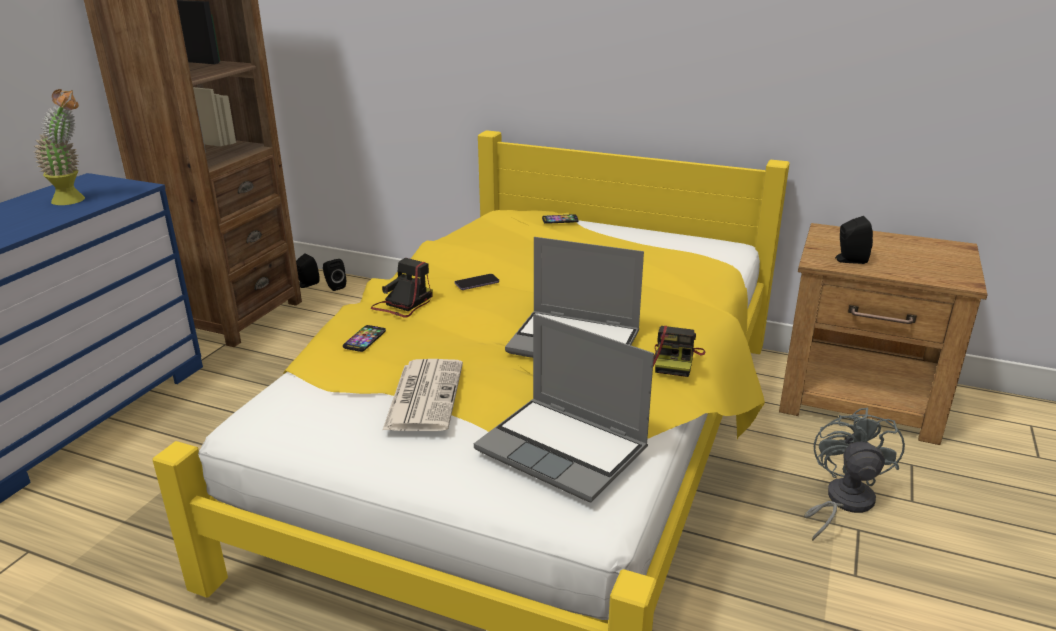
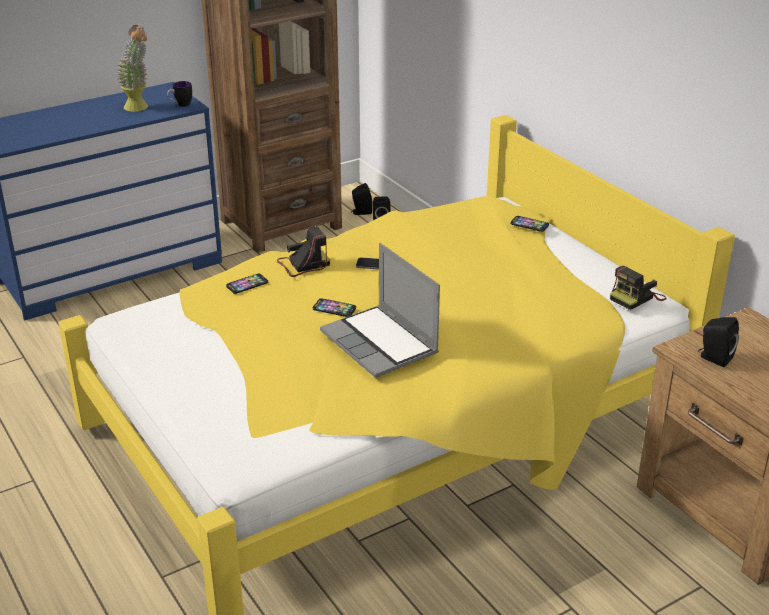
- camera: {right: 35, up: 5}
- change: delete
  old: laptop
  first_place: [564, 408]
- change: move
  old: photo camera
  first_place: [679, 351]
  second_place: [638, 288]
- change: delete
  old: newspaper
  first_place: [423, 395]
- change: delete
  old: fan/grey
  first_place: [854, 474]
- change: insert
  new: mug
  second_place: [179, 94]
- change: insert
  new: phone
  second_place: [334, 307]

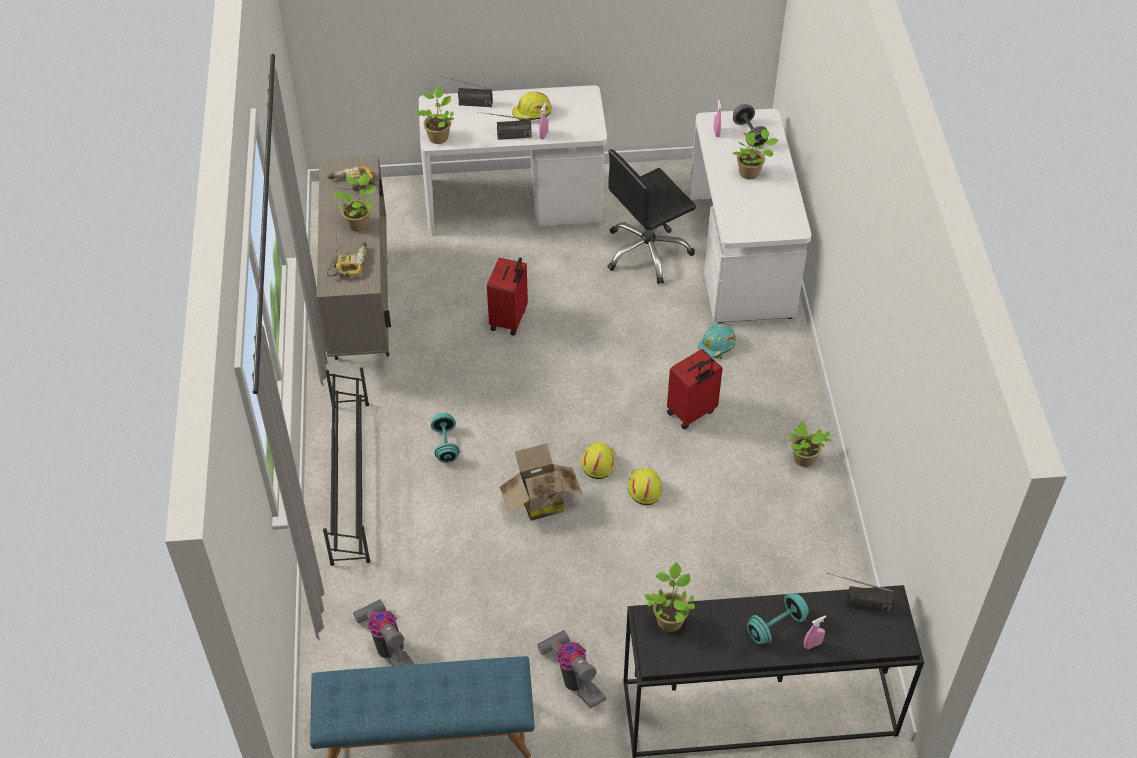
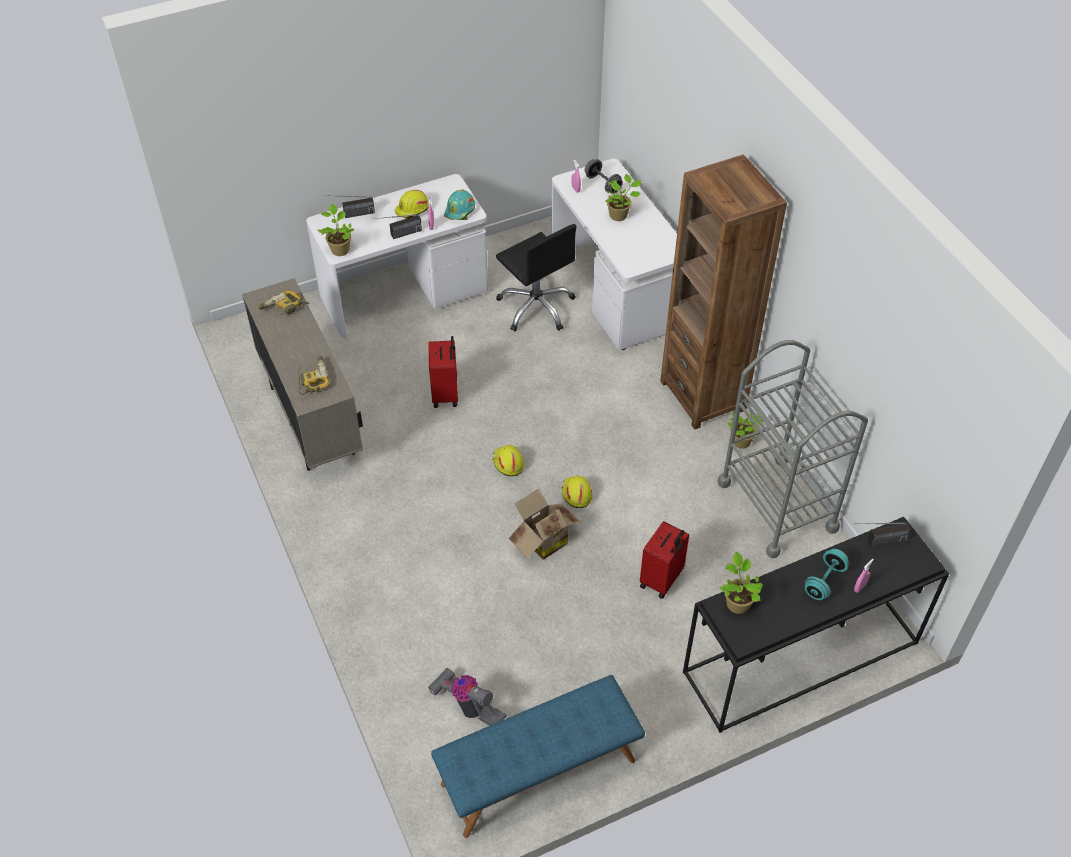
- camera: {right: -20, up: 0}
- change: rotate
  old: office chair/black
  first_place: [651, 216]
  second_place: [536, 277]
  degrees: -75
- change: delete
  old: potted plant
  first_place: [354, 203]
- change: move
  old: hard hat/turquoise
  first_place: [716, 341]
  second_place: [459, 205]
- change: move
  old: suitcase/red
  first_place: [695, 389]
  second_place: [664, 560]
- change: delete
  old: shoe rack/black
  first_place: [346, 466]
- change: delete
  old: dumbbell/turquoise
  first_place: [445, 438]
- change: move
  old: hard hat/yellow
  first_place: [645, 486]
  second_place: [508, 460]
- change: delete
  old: vacuum cleaner
  first_place: [571, 669]
- change: insert
  new: bookcase/brown
  second_place: [723, 292]
- change: insert
  new: cart/grey
  second_place: [793, 449]

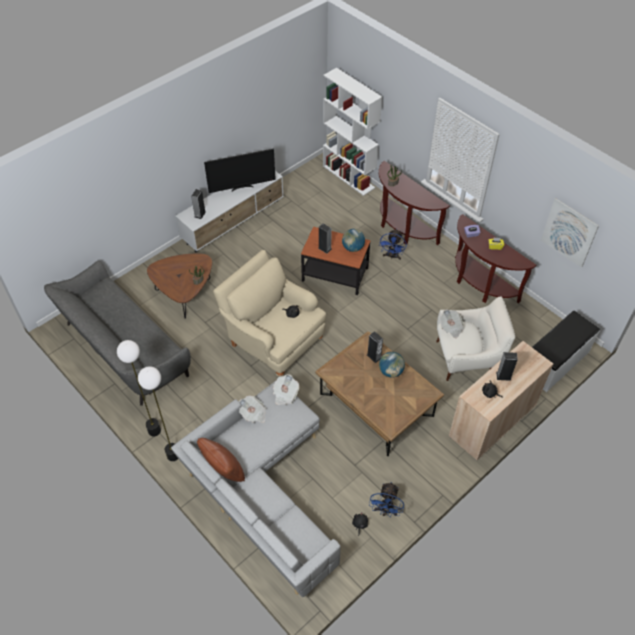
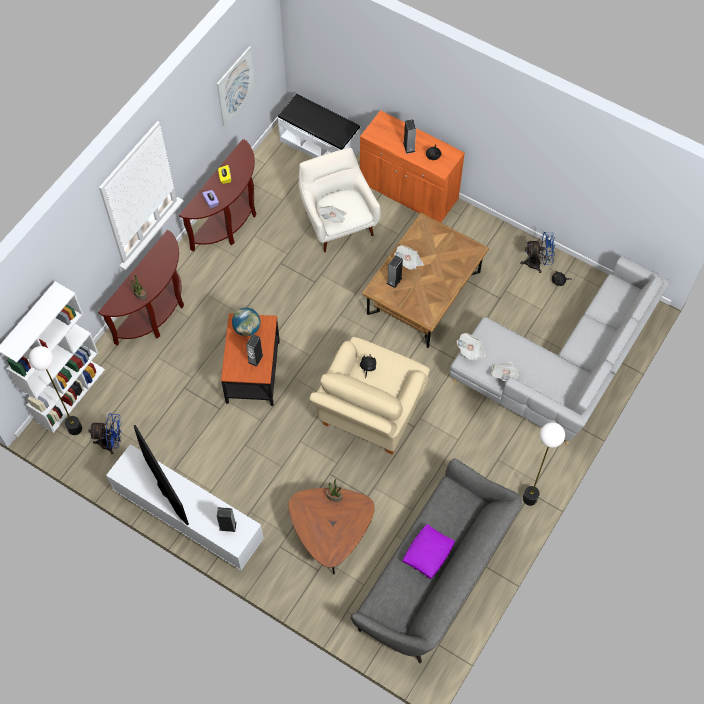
- camera: {right: -105, up: 10}
- change: move
  old: fan/blue
  first_place: [393, 244]
  second_place: [105, 433]
- change: recolor
  old: cabinet/beige
  new: cabinet/orange
  first_place: [501, 401]
  second_place: [412, 166]
- change: replace
  old: globe
  new: newspaper
  first_place: [392, 365]
  second_place: [409, 257]
- change: move
  old: floor lamp
  first_place: [158, 413]
  second_place: [55, 390]
- change: delete
  old: pillow/brown
  first_place: [221, 460]
- change: insert
  new: pillow/purple
  second_place: [428, 551]

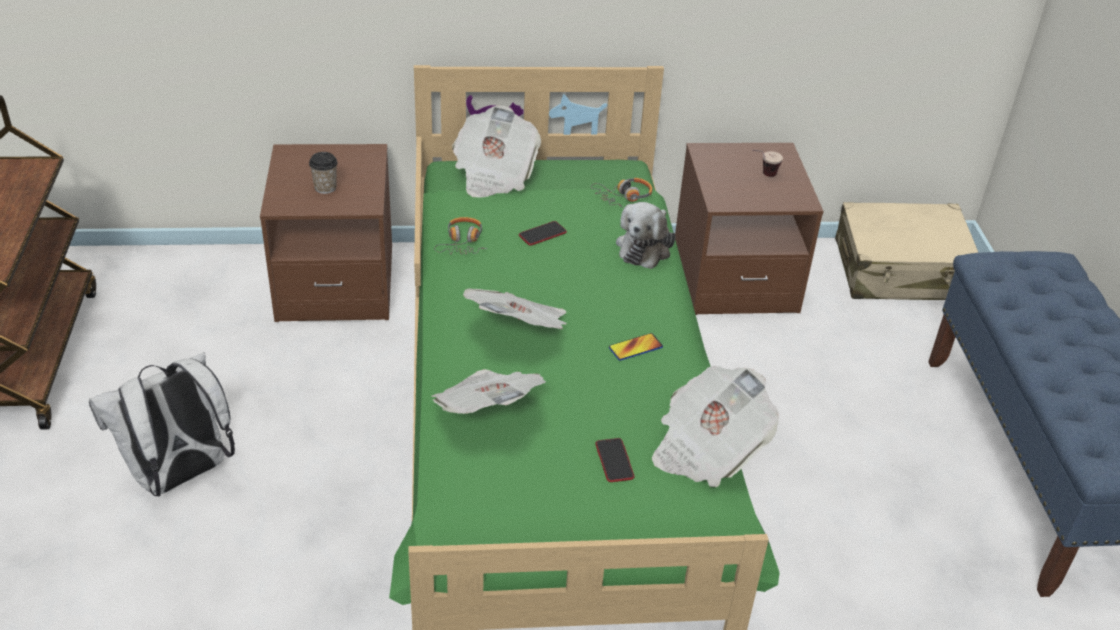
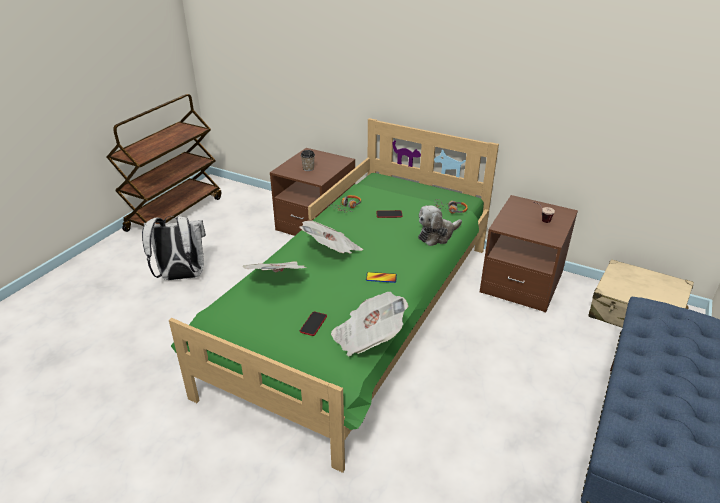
- camera: {right: 35, up: -5}
- change: delete
  old: newspaper
  first_place: [496, 152]

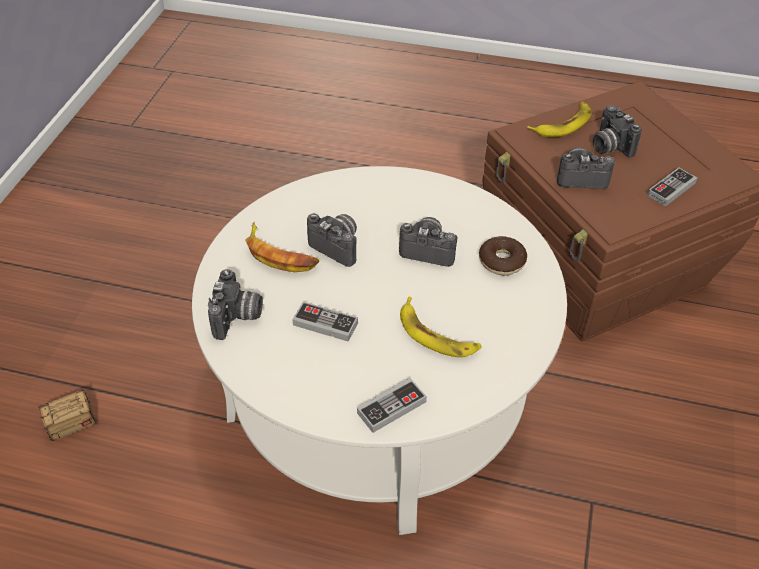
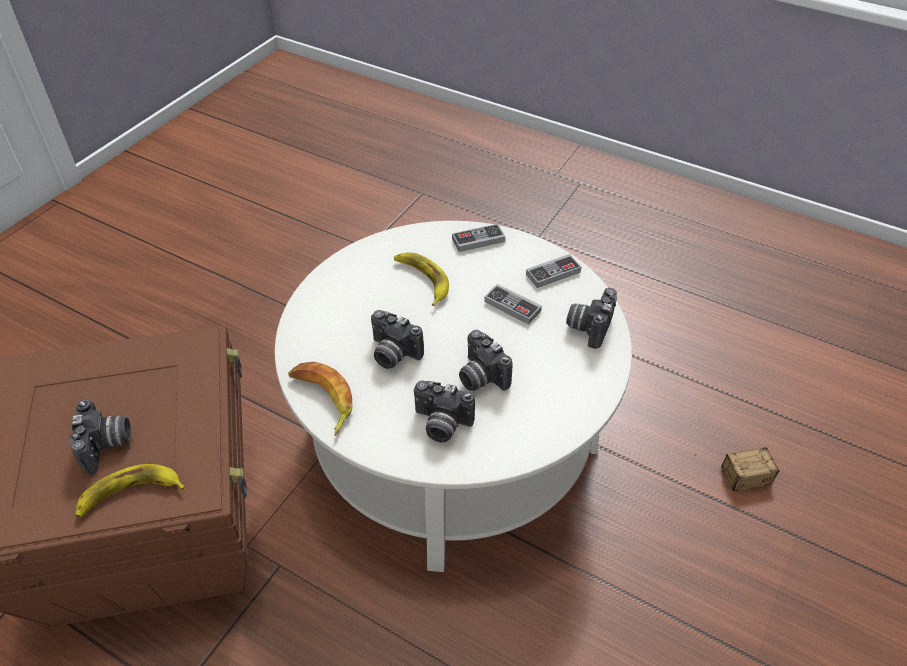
- camera: {right: -165, up: 0}
- change: move
  old: photo camera
  first_place: [586, 168]
  second_place: [444, 411]
- change: move
  old: game controller
  first_place: [672, 186]
  second_place: [553, 271]
- change: move
  old: banana
  first_place: [282, 247]
  second_place: [320, 399]
- change: delete
  old: donut
  first_place: [503, 256]

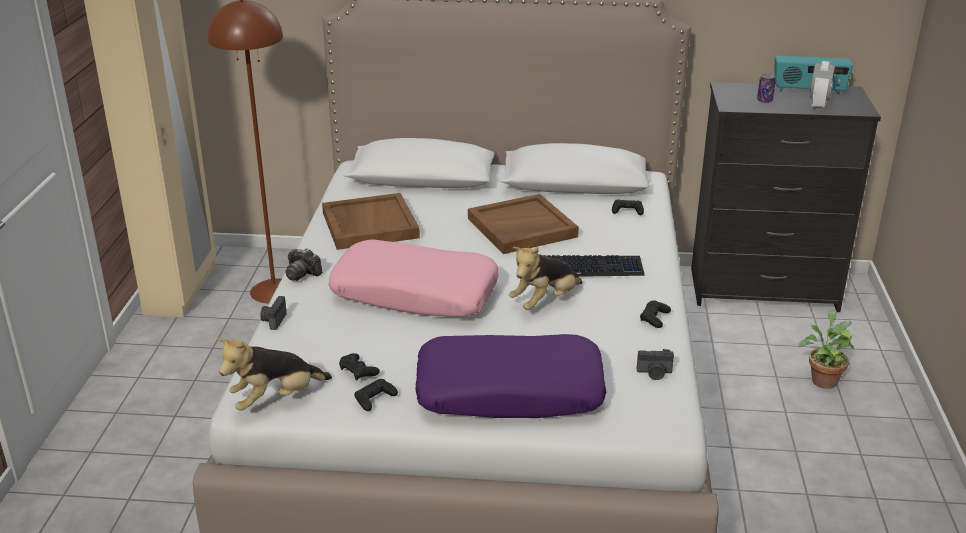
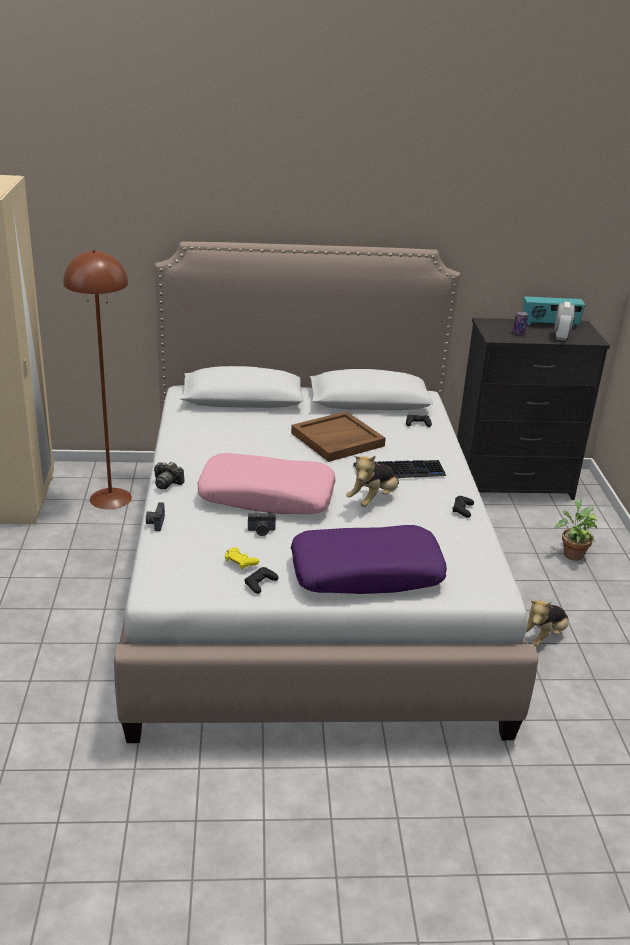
- camera: {right: -10, up: 0}
- change: delete
  old: tray/brown
  first_place: [371, 221]
- change: move
  old: plush toy
  first_place: [274, 374]
  second_place: [547, 623]
- change: move
  old: photo camera
  first_place: [655, 364]
  second_place: [262, 524]
- change: recolor
  old: game controller/black
  new: game controller/yellow
  first_place: [359, 367]
  second_place: [242, 558]

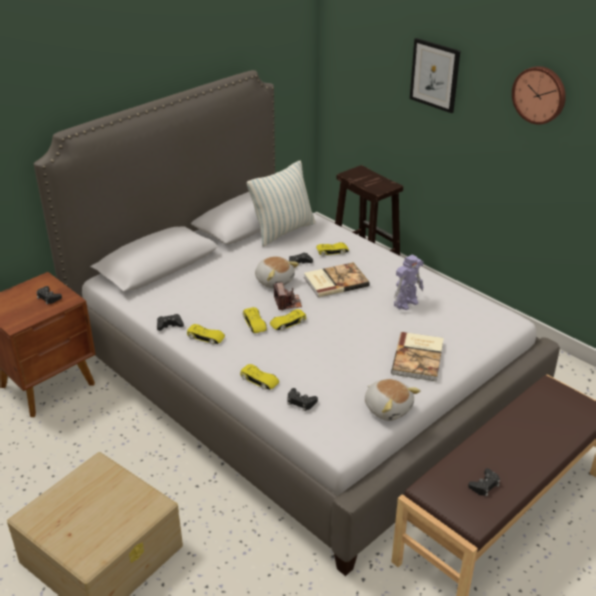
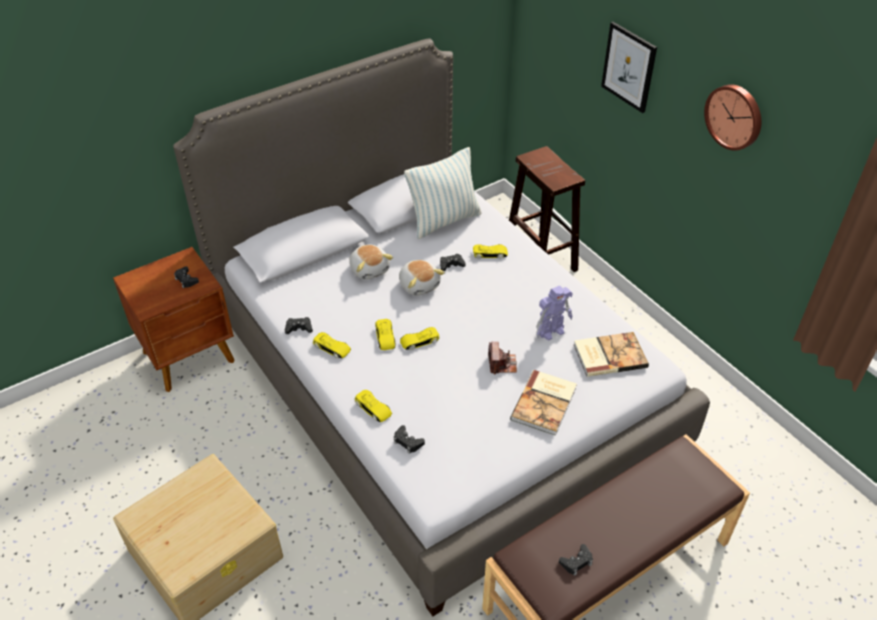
- camera: {right: 10, up: 10}
- change: move
  old: book
  first_place: [337, 279]
  second_place: [611, 354]
- change: move
  old: photo camera
  first_place: [288, 296]
  second_place: [502, 358]
- change: move
  old: plush toy
  first_place: [392, 400]
  second_place: [371, 262]

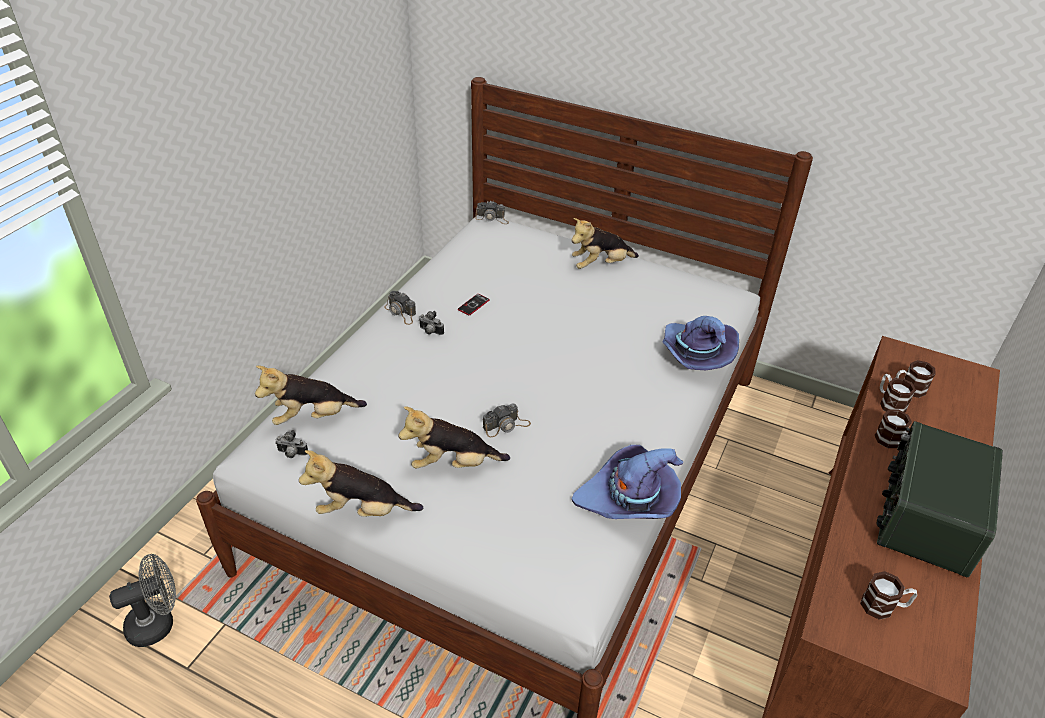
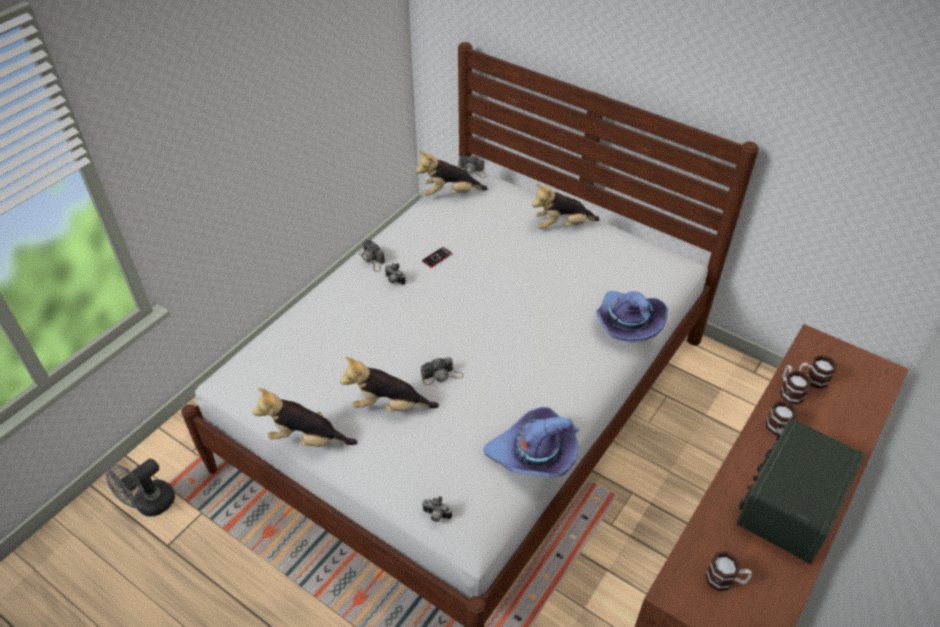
- camera: {right: 10, up: 5}
- change: move
  old: plush toy
  first_place: [311, 395]
  second_place: [452, 173]
- change: move
  old: photo camera
  first_place: [291, 444]
  second_place: [437, 509]
- change: rotate
  old: fan/grey
  first_place: [142, 600]
  second_place: [140, 487]
  degrees: 150

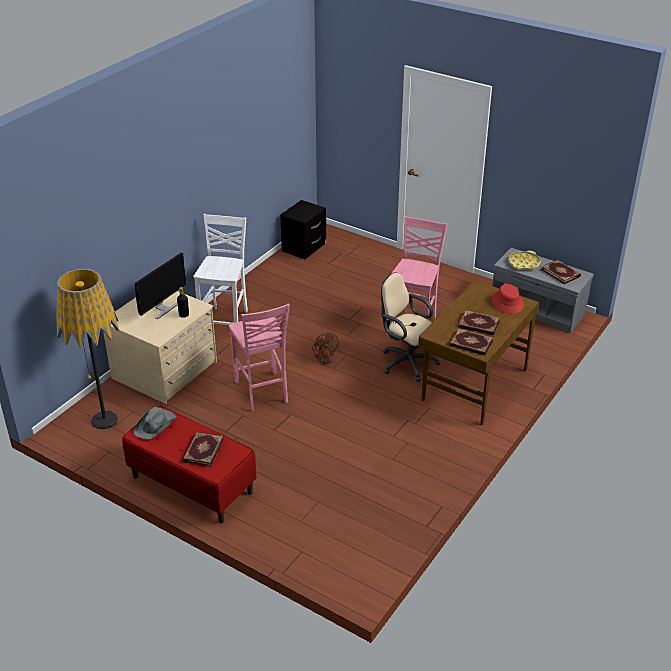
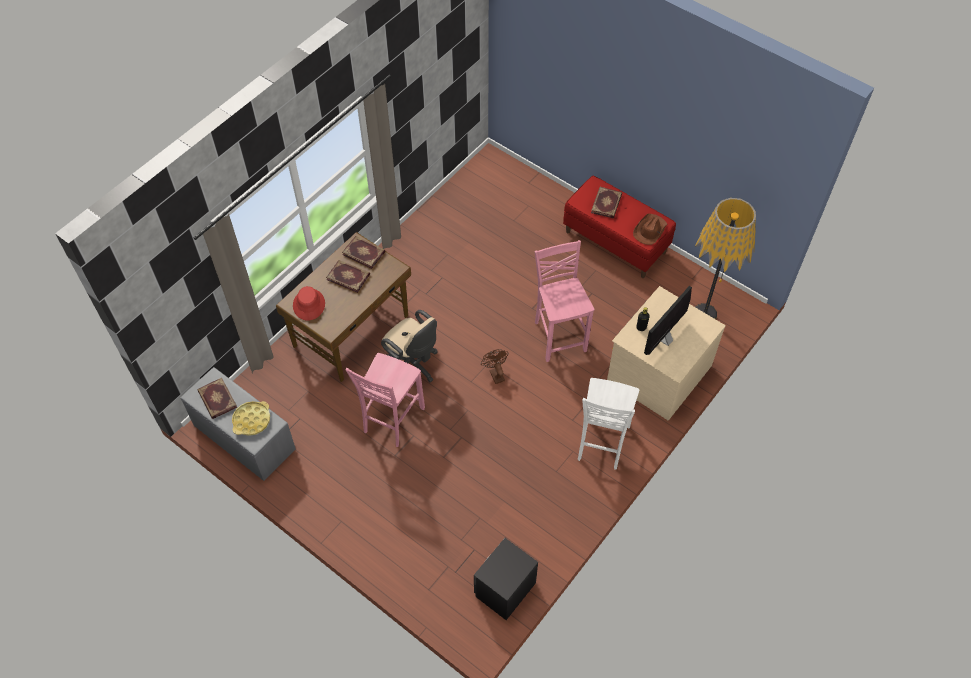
- camera: {right: -175, up: 20}
- change: recolor
  old: hat/grey
  new: hat/brown
  first_place: [154, 423]
  second_place: [650, 229]

